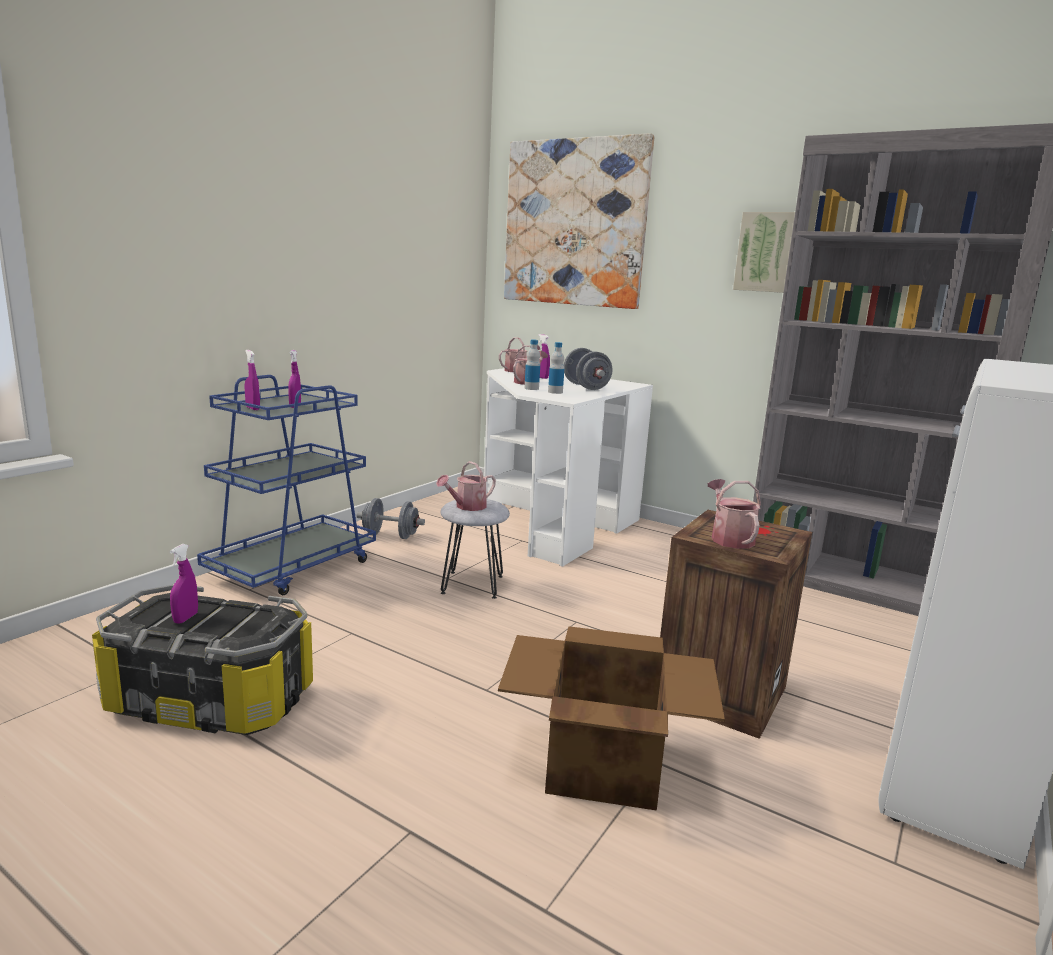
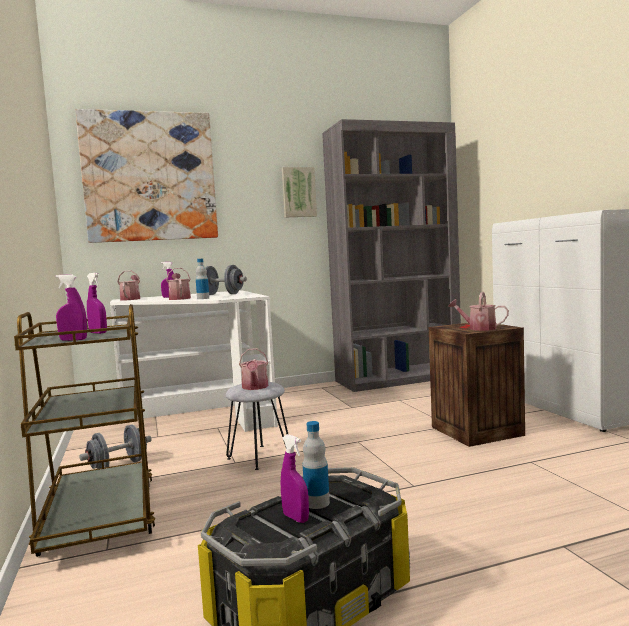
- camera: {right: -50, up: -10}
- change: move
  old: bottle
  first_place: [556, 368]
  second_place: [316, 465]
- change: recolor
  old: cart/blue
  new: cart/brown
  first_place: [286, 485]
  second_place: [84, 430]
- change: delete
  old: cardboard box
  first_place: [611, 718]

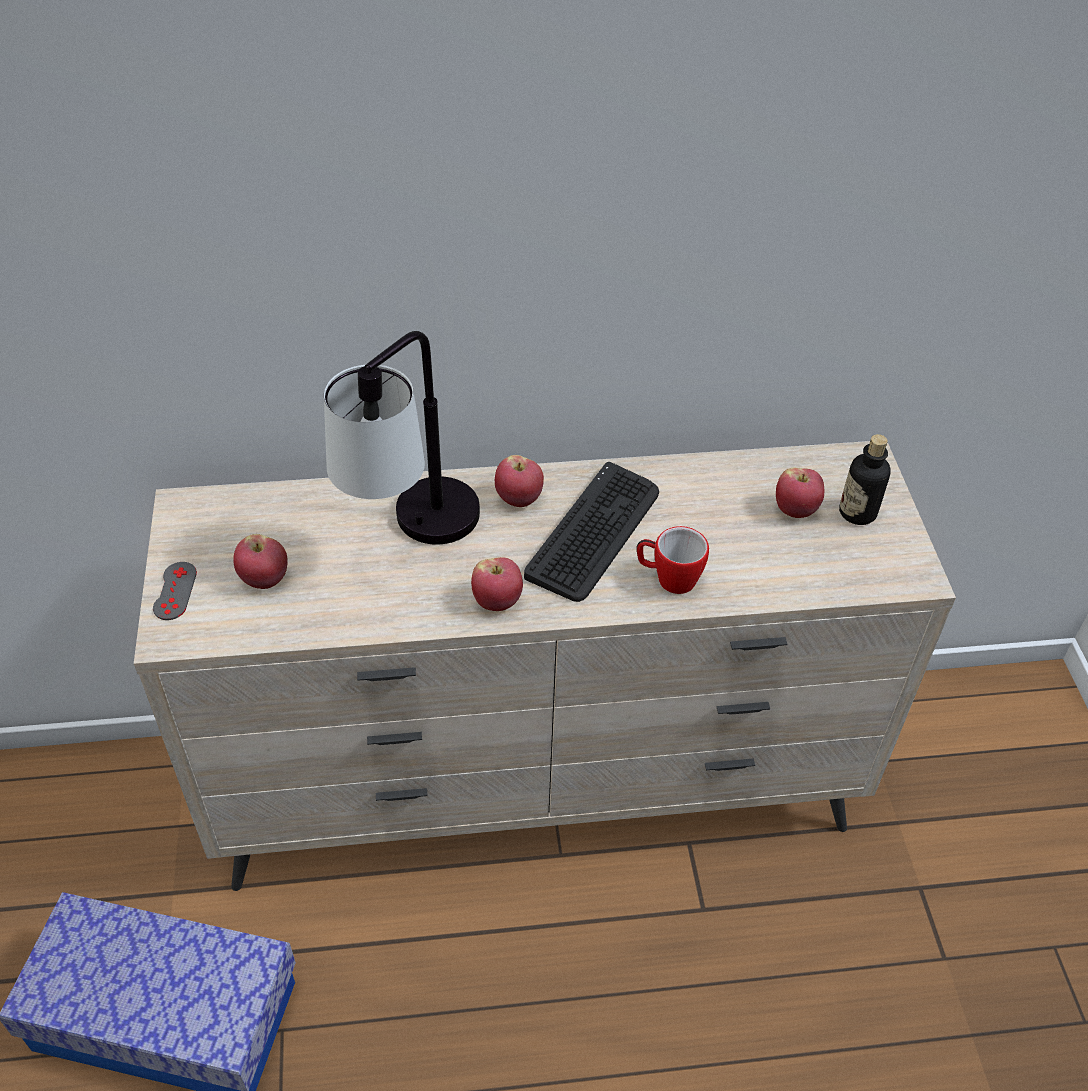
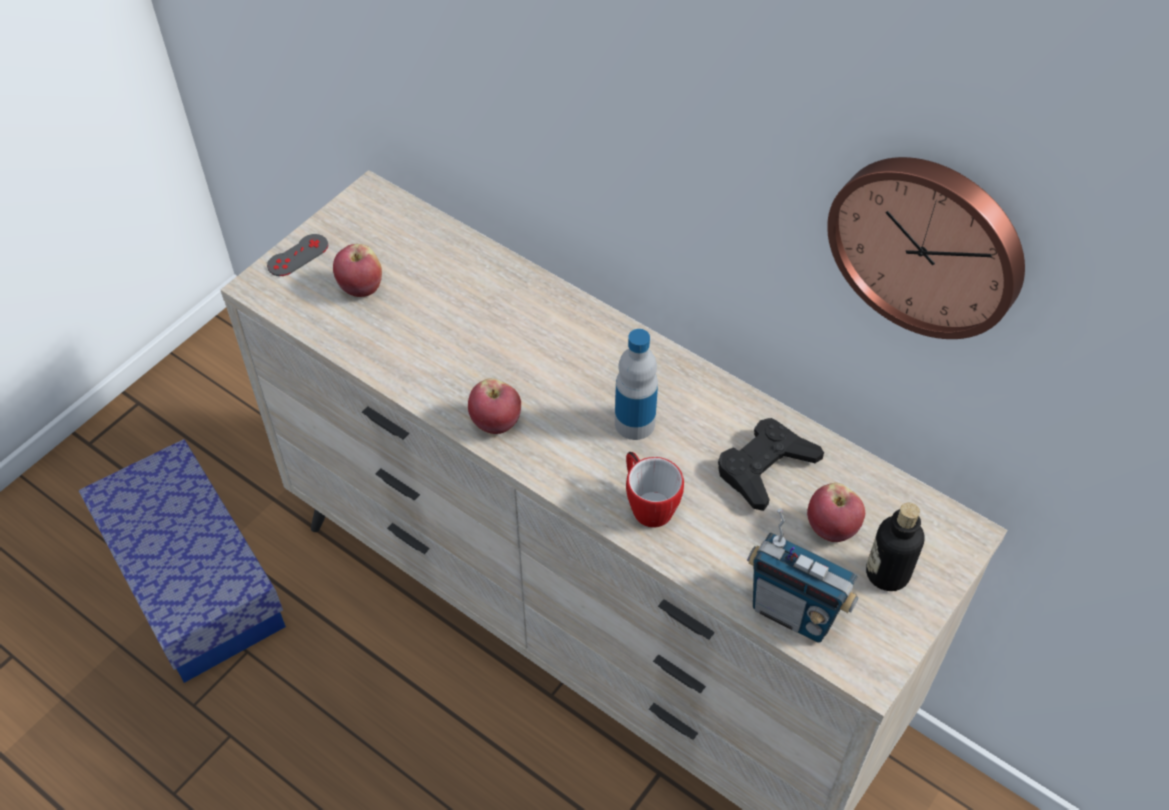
- camera: {right: 45, up: 5}
- change: delete
  old: table lamp
  first_place: [402, 438]
- change: delete
  old: apple
  first_place: [519, 481]
- change: replace
  old: keyboard
  new: bottle
  first_place: [591, 532]
  second_place: [636, 384]
- change: insert
  new: wall clock
  second_place: [926, 248]
- change: insert
  new: game controller/black
  second_place: [771, 464]
- change: insert
  new: radio
  second_place: [802, 575]

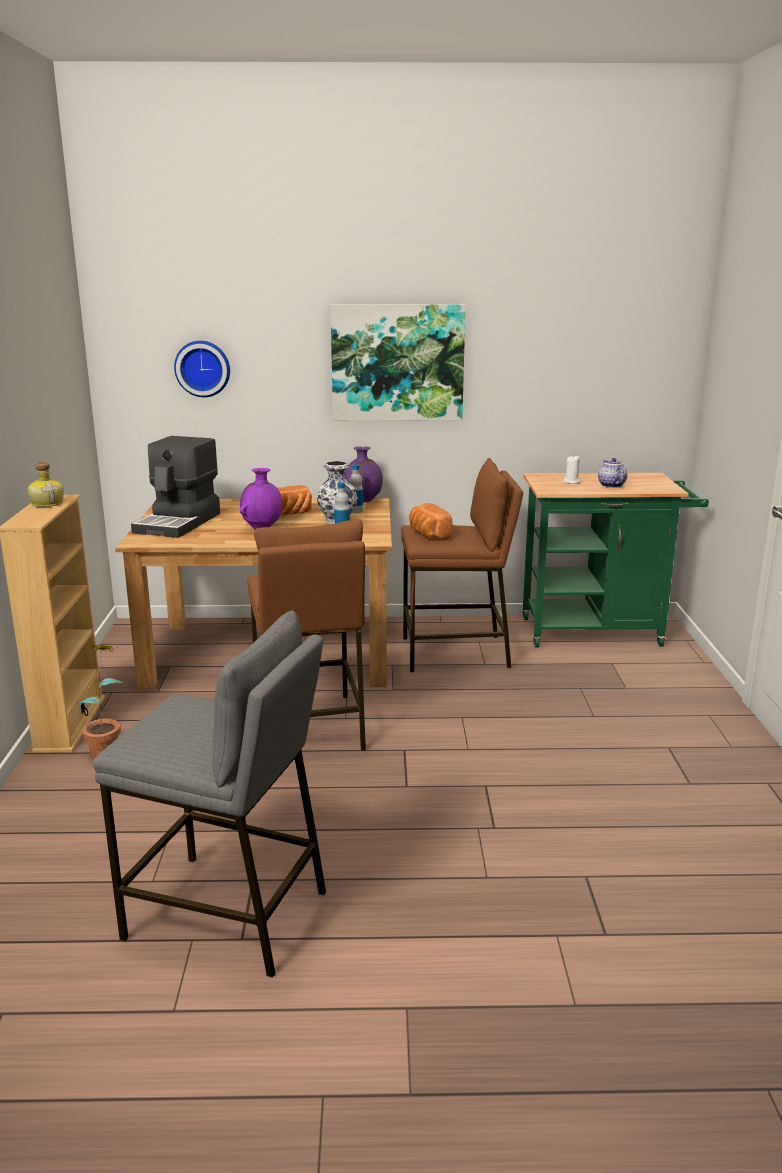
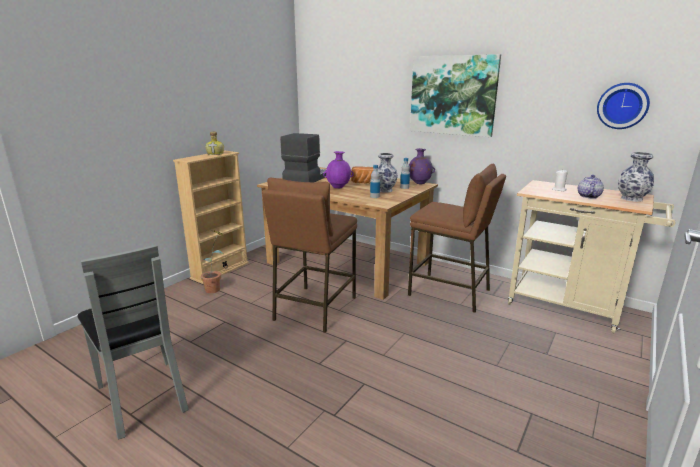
- camera: {right: 35, up: 0}
- change: move
  old: wall clock
  first_place: [202, 369]
  second_place: [623, 106]
- change: rotate
  old: coffee machine
  first_place: [175, 487]
  second_place: [303, 157]
  degrees: 150
- change: recolor
  old: cart/green
  new: cart/beige
  first_place: [616, 560]
  second_place: [591, 257]
- change: delete
  old: bread
  first_place: [431, 521]
- change: replace
  old: stool/grey
  new: chair/grey
  first_place: [209, 794]
  second_place: [133, 342]
- change: insert
  new: vase
  second_place: [636, 177]

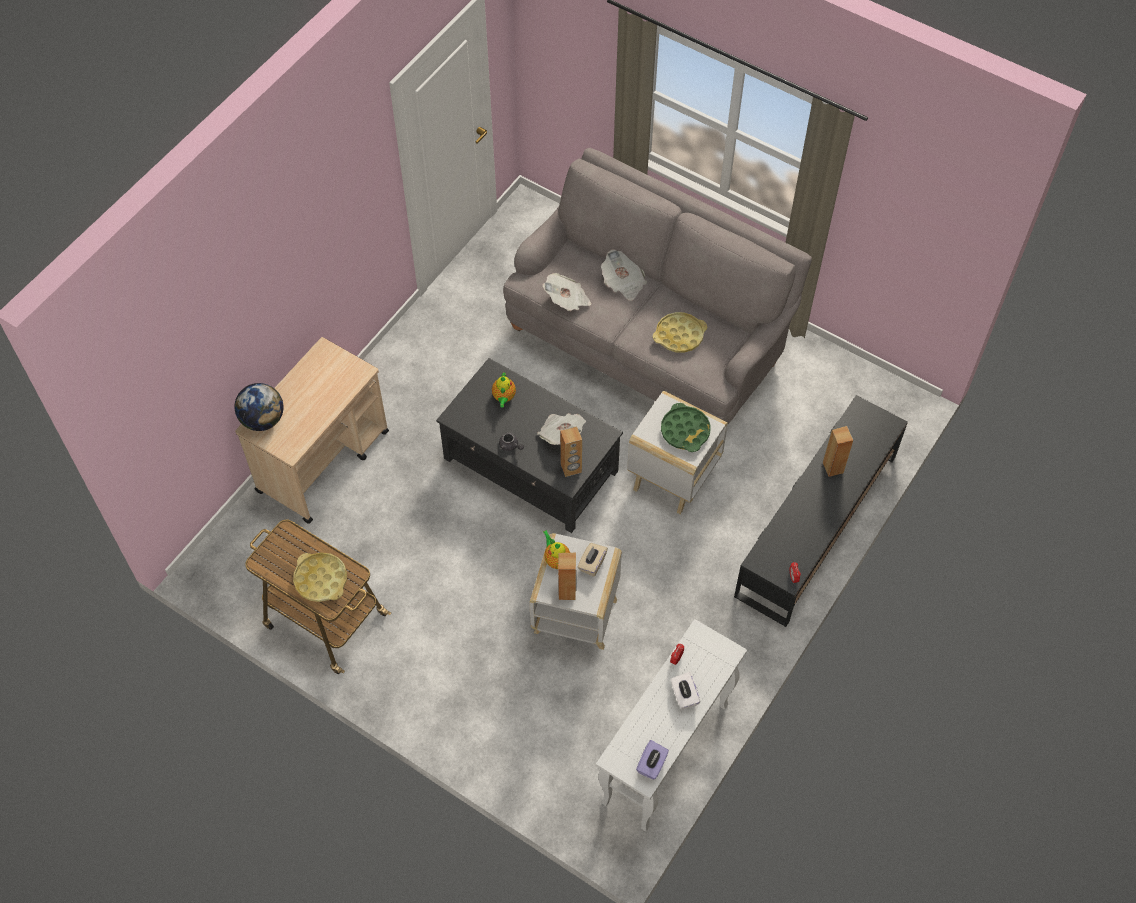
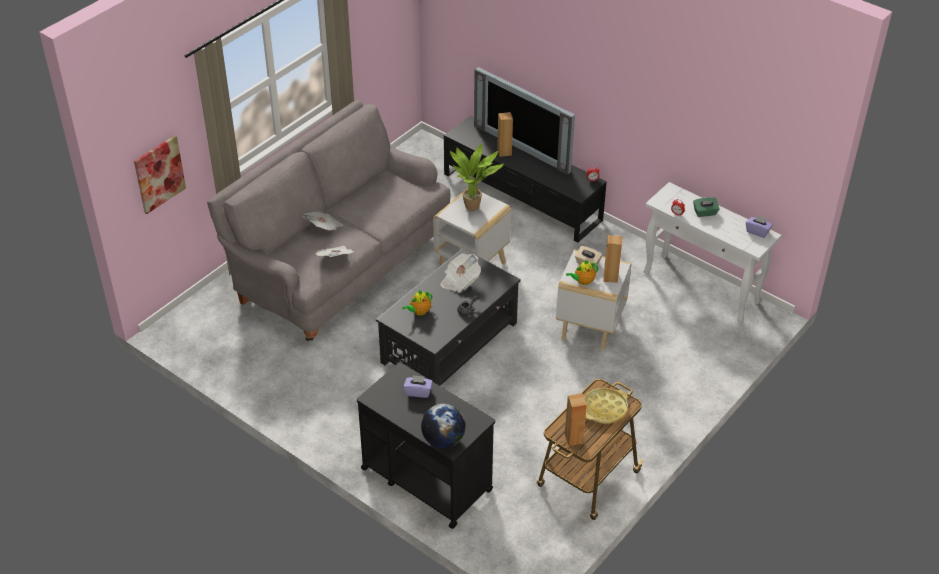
- camera: {right: -85, up: -15}
- change: delete
  old: tray/yellow
  first_place: [680, 332]
- change: recolor
  old: cart/beige
  new: cart/black
  first_place: [312, 430]
  second_place: [426, 445]
- change: rotate
  old: teapot
  first_place: [504, 390]
  second_place: [417, 303]
  degrees: 135
- change: replace
  old: tray/green
  new: potted plant
  first_place: [686, 427]
  second_place: [477, 177]
- change: move
  old: speaker/brown
  first_place: [571, 451]
  second_place: [576, 419]
- change: recolor
  old: tissue box/white
  new: tissue box/green
  first_place: [685, 690]
  second_place: [706, 207]
- change: insert
  new: television
  second_place: [524, 121]
- change: insert
  new: picture
  second_place: [160, 174]
- change: insert
  new: tissue box/purple
  second_place: [418, 386]

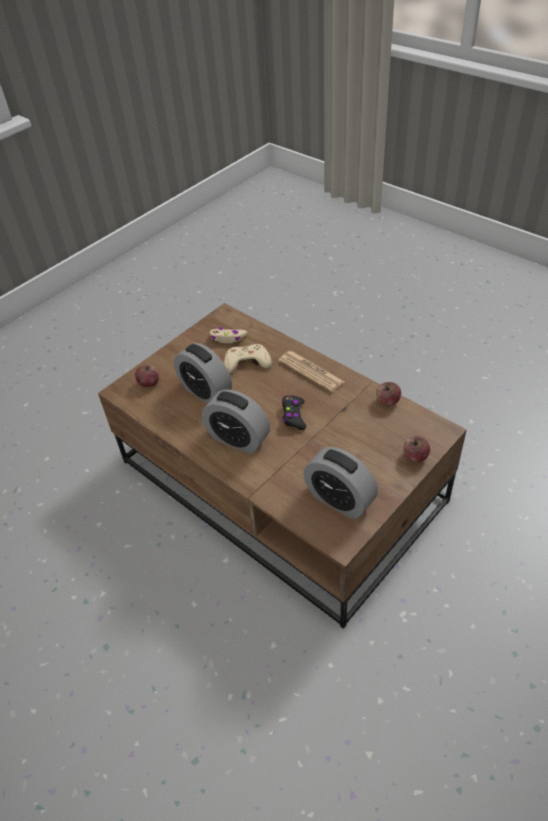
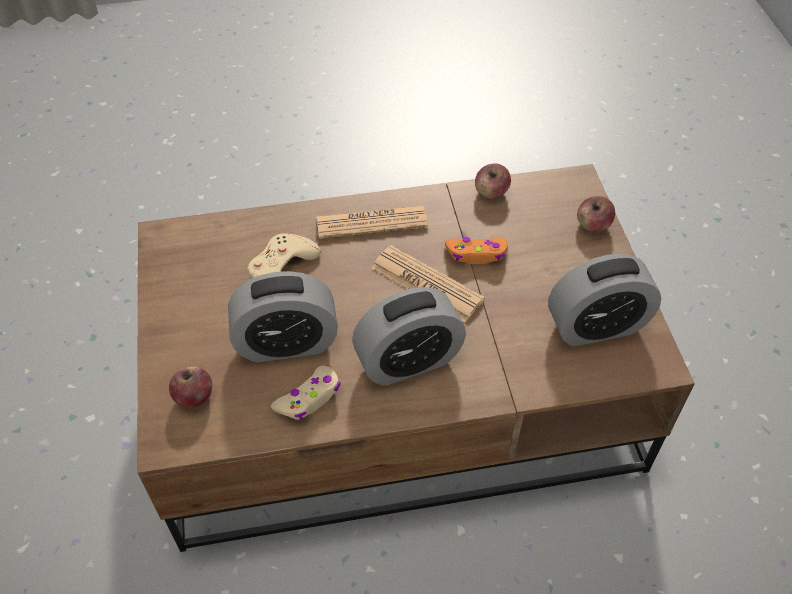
- camera: {right: -55, up: 5}
- change: move
  old: game controller/beige
  first_place: [228, 335]
  second_place: [306, 393]
- change: replace
  old: game controller/black
  new: newspaper
  first_place: [294, 412]
  second_place: [428, 283]
- change: insert
  new: game controller/orange
  second_place: [476, 250]

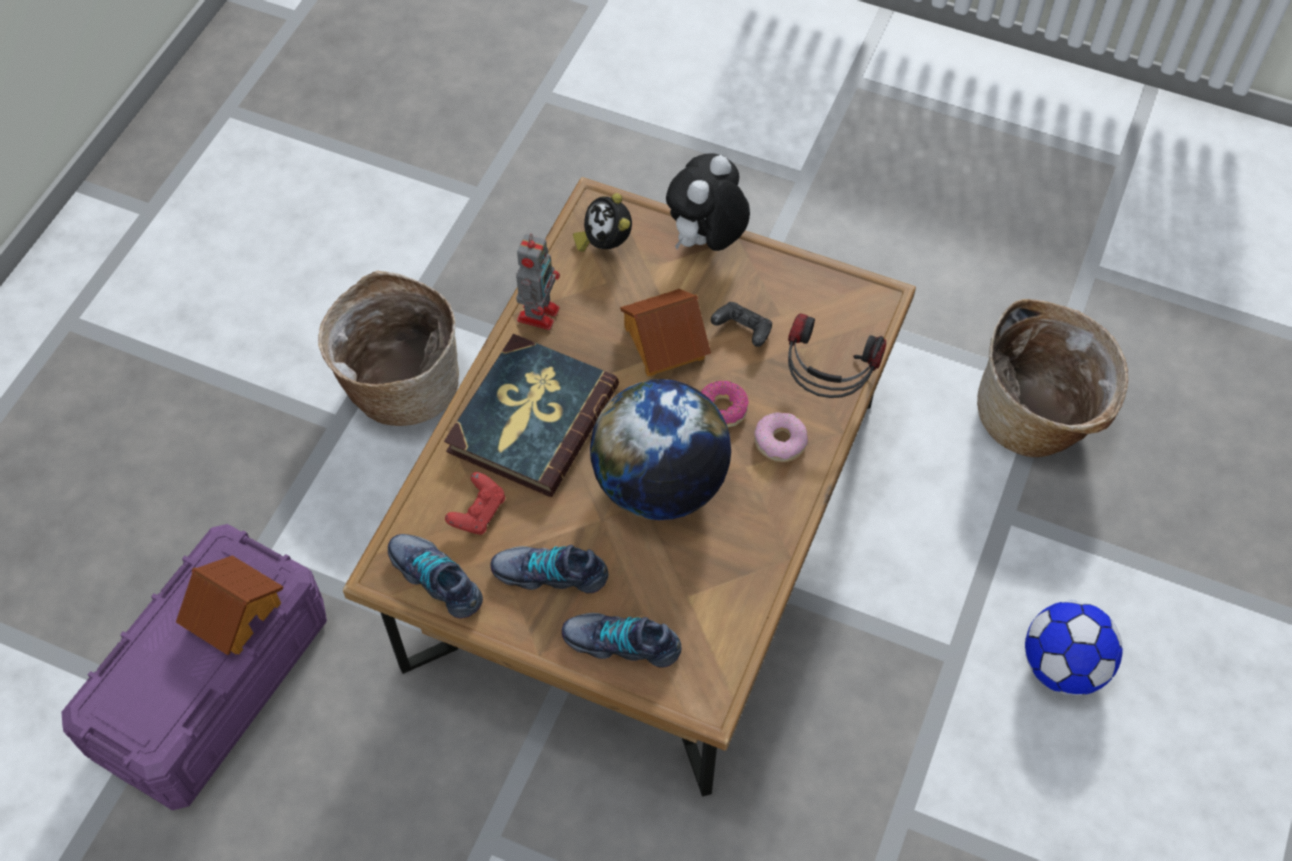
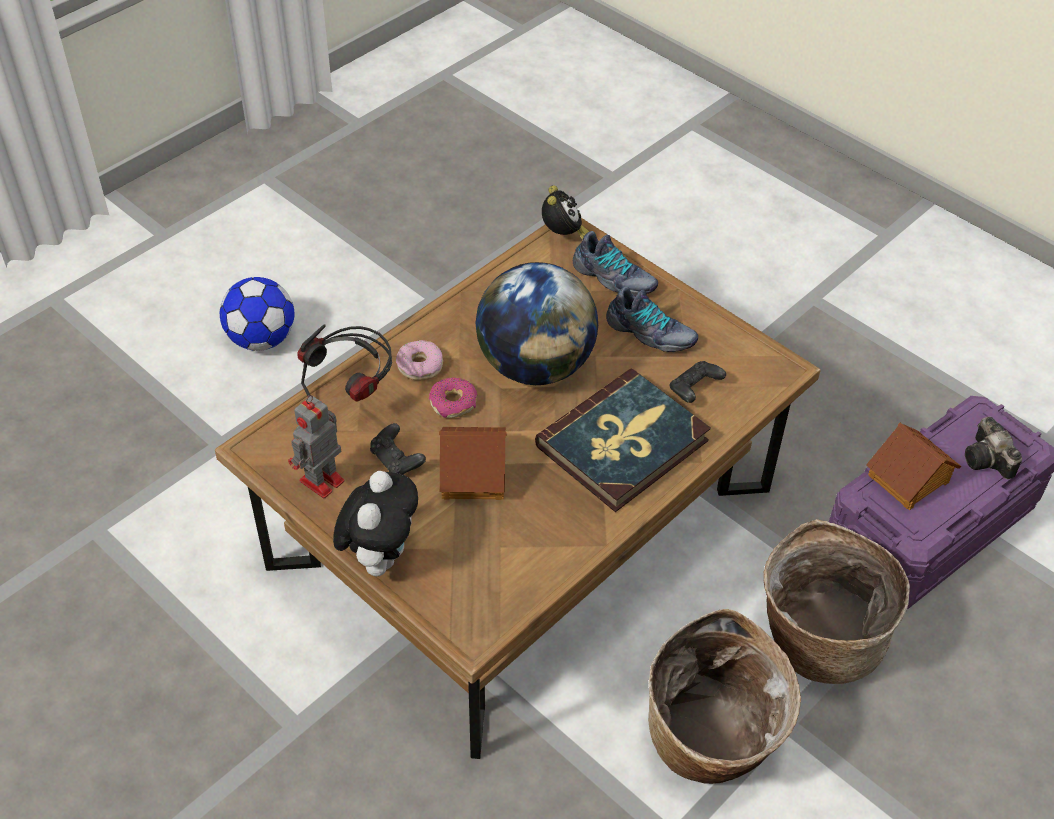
- camera: {right: -160, up: -10}
- change: rotate
  old: plush toy
  first_place: [708, 202]
  second_place: [375, 523]
  degrees: -45
- change: move
  old: alarm clock
  first_place: [602, 222]
  second_place: [565, 212]
- change: move
  old: toy robot
  first_place: [538, 282]
  second_place: [316, 447]
- change: move
  old: basket
  first_place: [1052, 378]
  second_place: [837, 601]
- change: recolor
  old: game controller/red
  new: game controller/black
  first_place: [475, 503]
  second_place: [697, 382]
- change: delete
  old: shoe
  first_place: [435, 576]
- change: insert
  new: photo camera
  second_place: [993, 447]

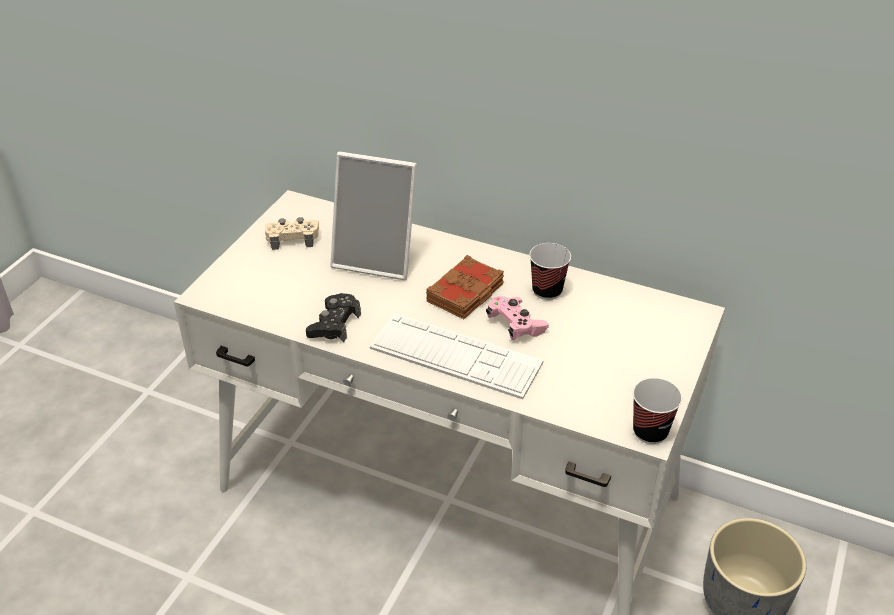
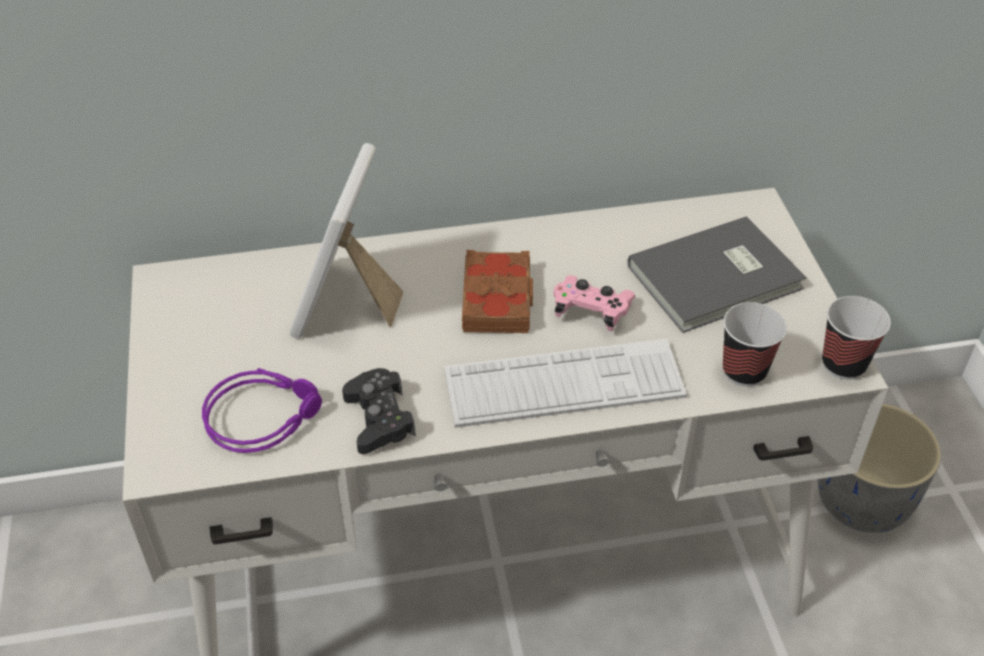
- camera: {right: -35, up: 5}
- change: rotate
  old: picture frame
  first_place: [373, 216]
  second_place: [346, 240]
  degrees: 120
- change: delete
  old: game controller/beige
  first_place: [292, 233]
- change: move
  old: cup
  first_place: [550, 271]
  second_place: [755, 344]
- change: insert
  new: book/grey
  second_place: [717, 274]
- change: insert
  new: headphones/purple
  second_place: [262, 410]

